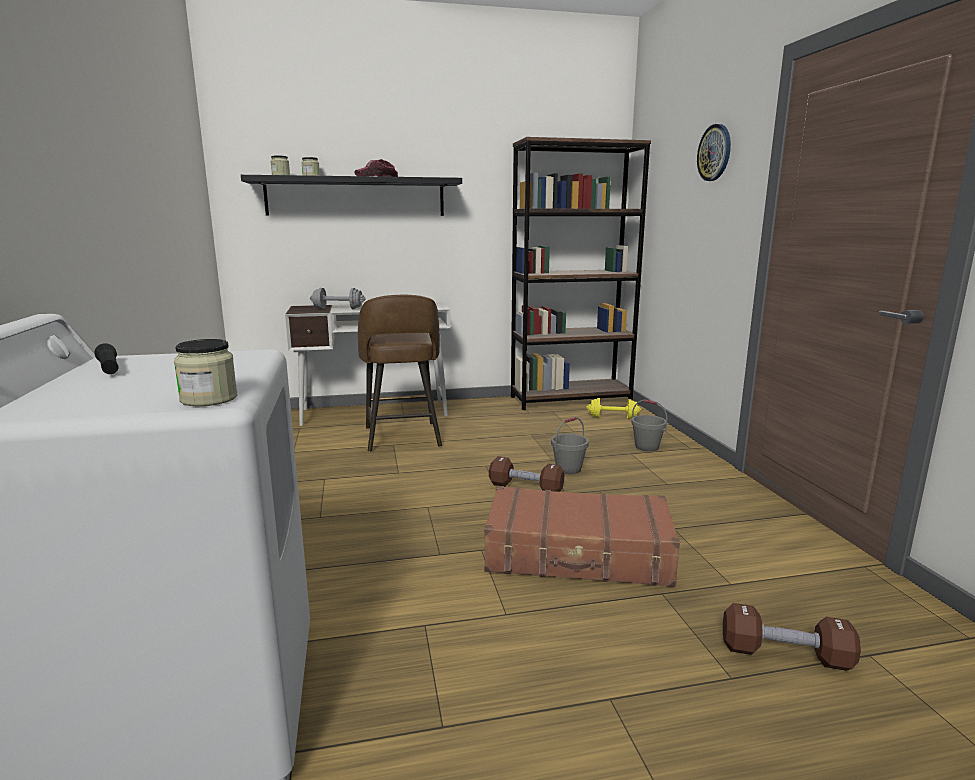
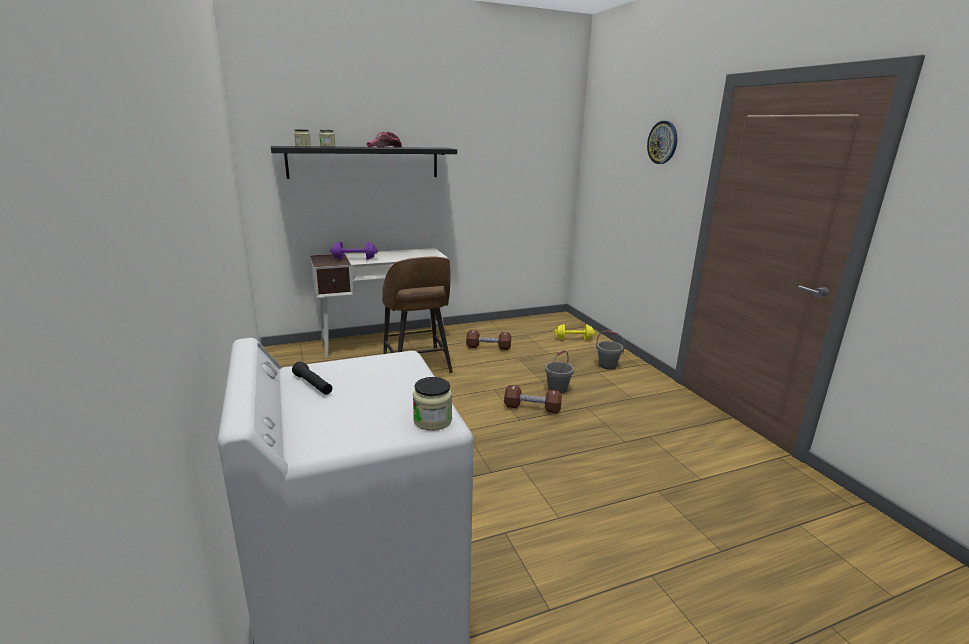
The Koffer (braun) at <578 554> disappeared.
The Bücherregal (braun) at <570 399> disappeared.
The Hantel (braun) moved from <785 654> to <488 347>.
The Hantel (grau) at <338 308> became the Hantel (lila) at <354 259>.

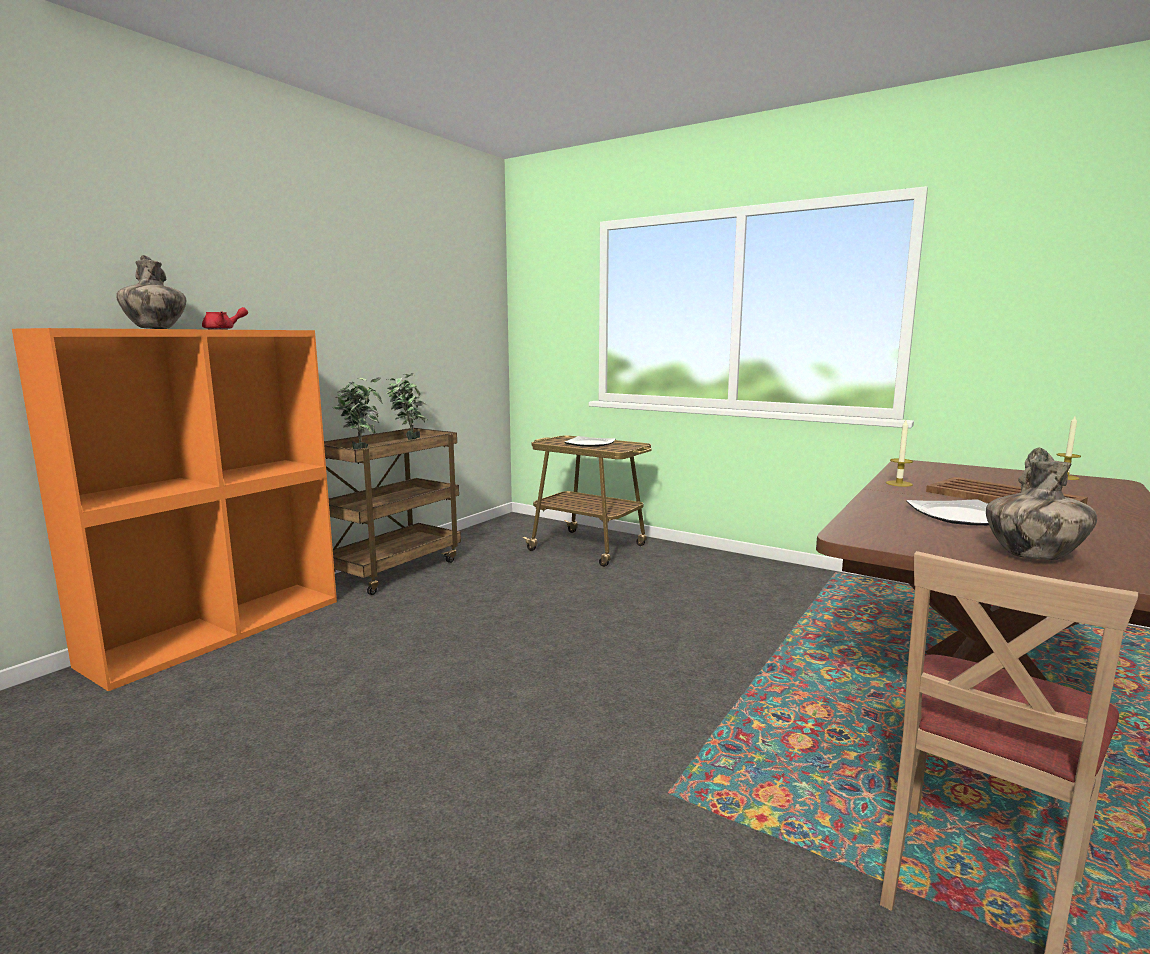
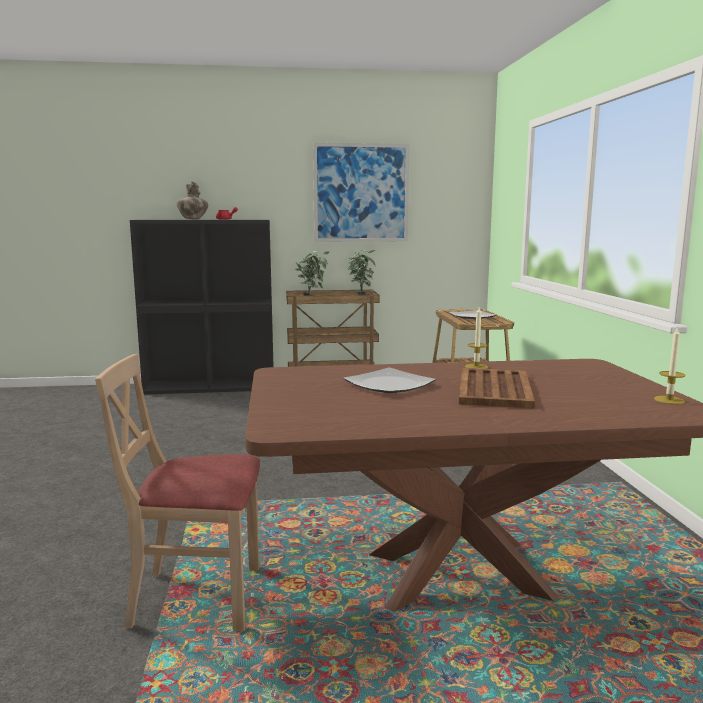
The Vase at <1032 557> disappeared.
The Bild at <361 193> appeared.
The Bücherregal (orange) at <219 630> became the Bücherregal (schwarz) at <211 386>.

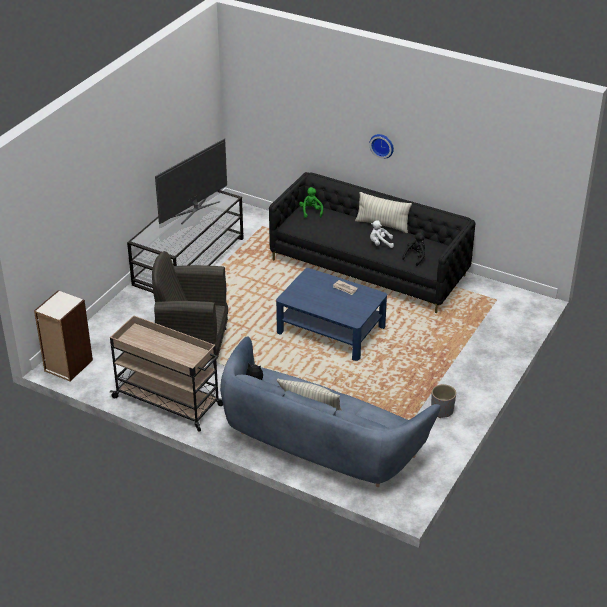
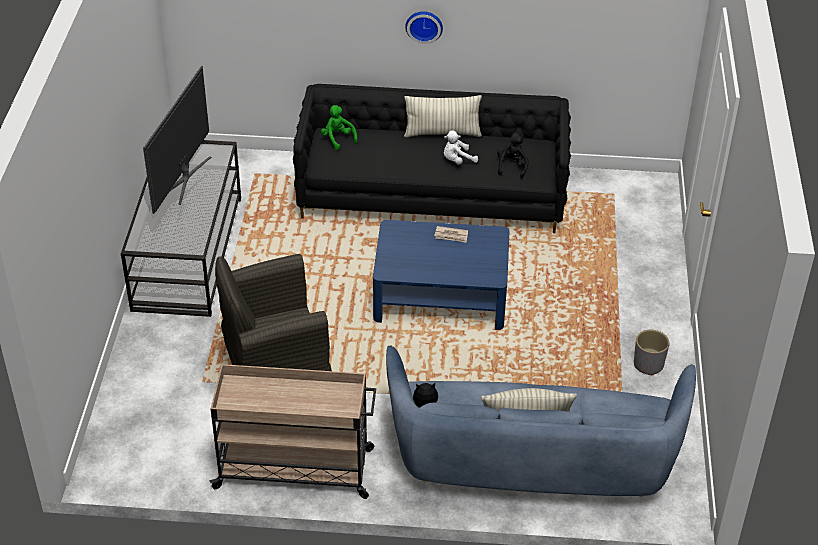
The Bücherregal at <68 366> disappeared.

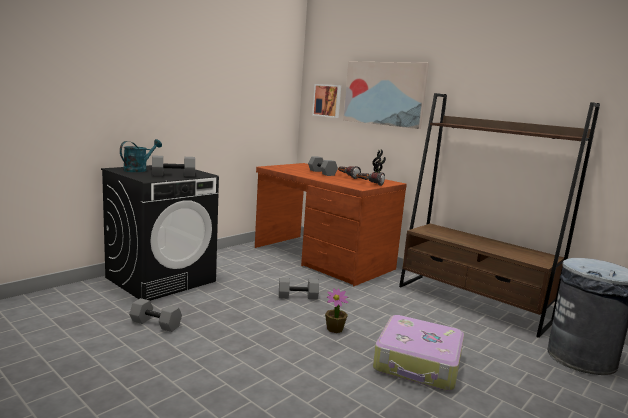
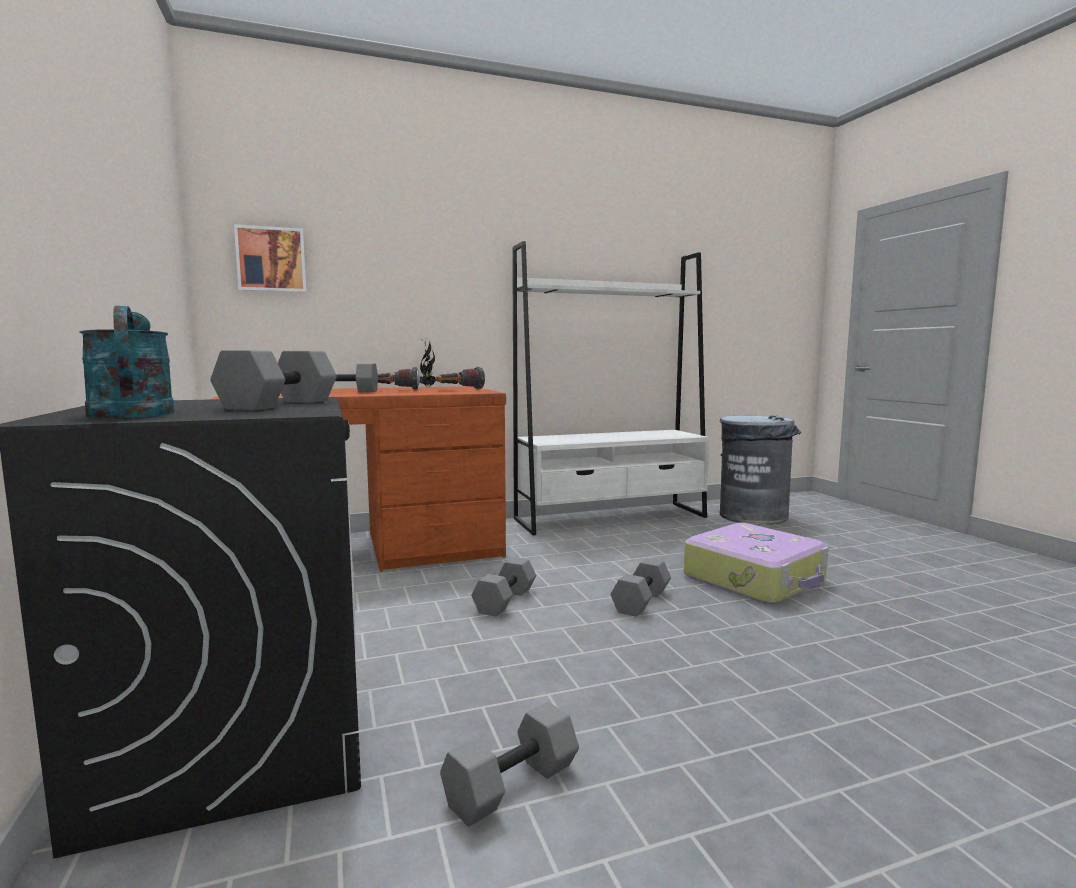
The Bild at <384 93> disappeared.
The Topfpflanze at <335 329> was replaced by the Hantel (grau) at <640 601>.
The Bücherregal (braun) at <472 303> became the Bücherregal (weiß) at <611 518>.

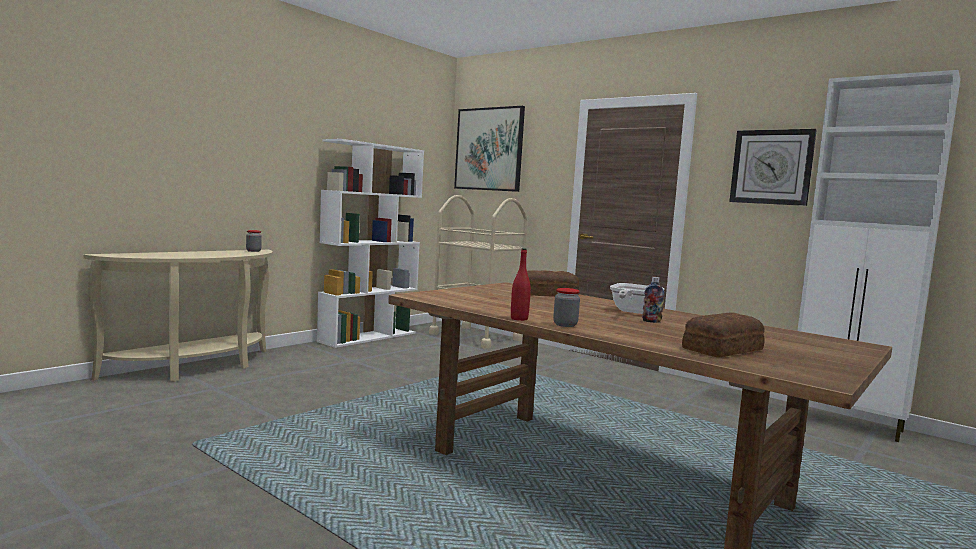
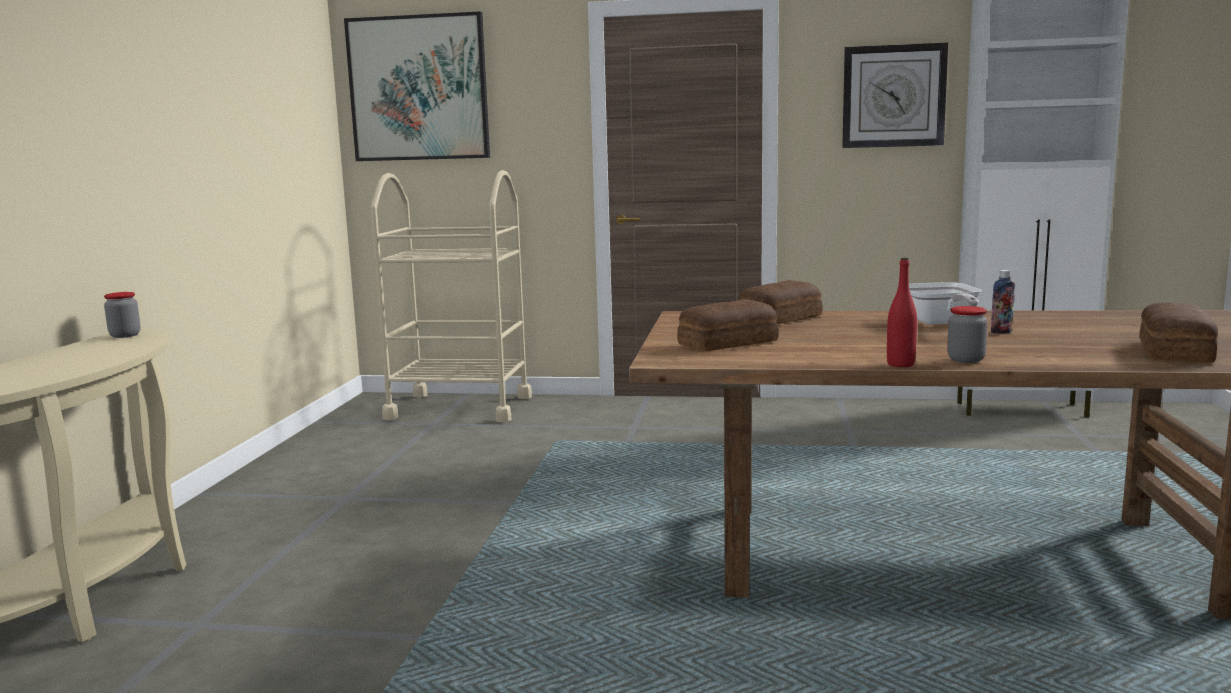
The Bücherregal (weiß) at <368 337> disappeared.
The Brot at <725 343> appeared.

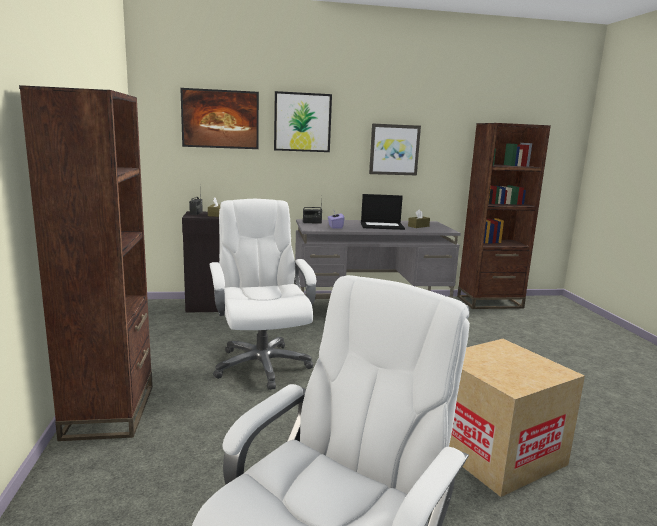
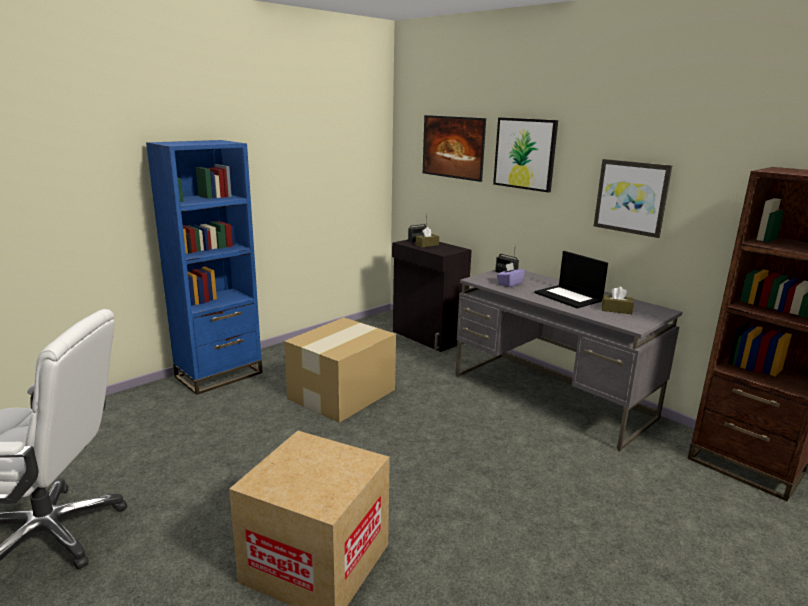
The Bürostuhl (weiß) at <261 365> was replaced by the Karton at <343 393>.
The Bücherregal (braun) at <110 411> became the Bücherregal (blau) at <219 375>.

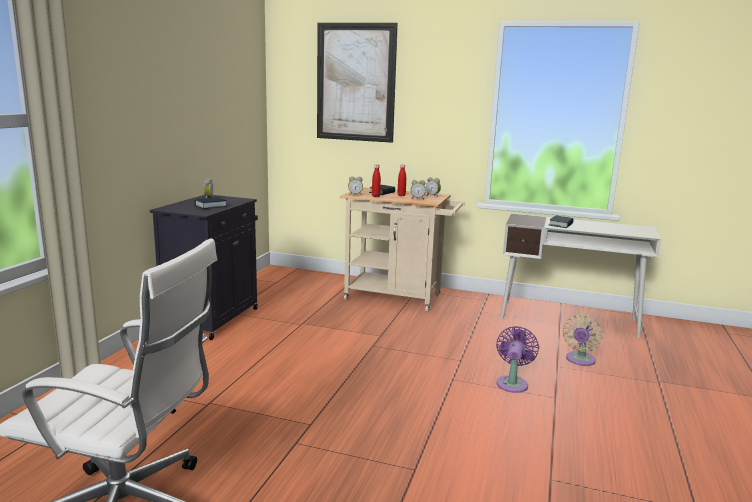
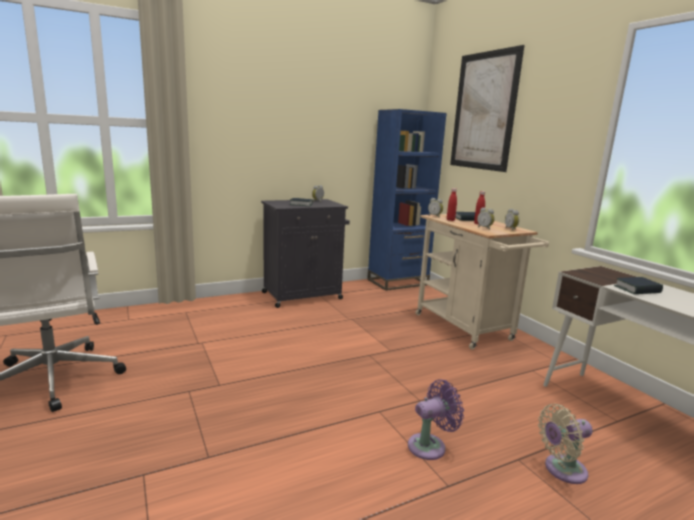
The Bücherregal (blau) at <398 282> appeared.

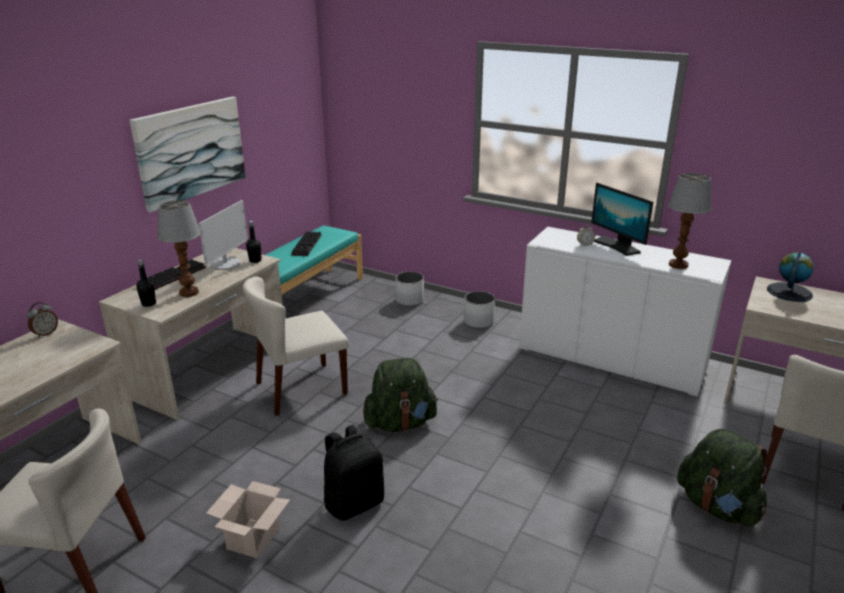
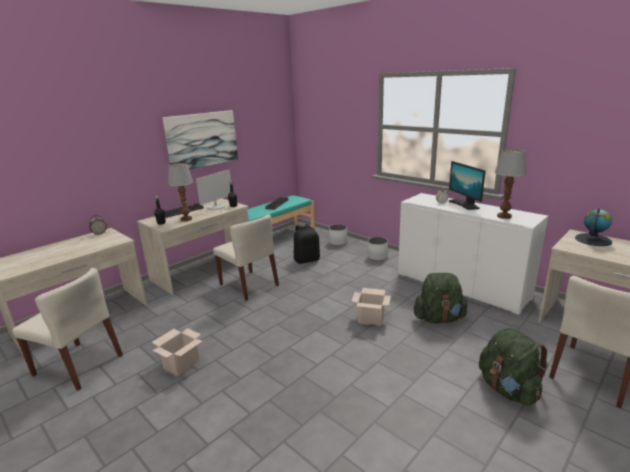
The Karton at <371 318> appeared.
The Rucksack (schwarz) moved from <354 502> to <307 260>.
The Rucksack (grün) moved from <400 423> to <439 318>.
The Stuhl (beige) at <300 388> turned 120 degrees counterclockwise.

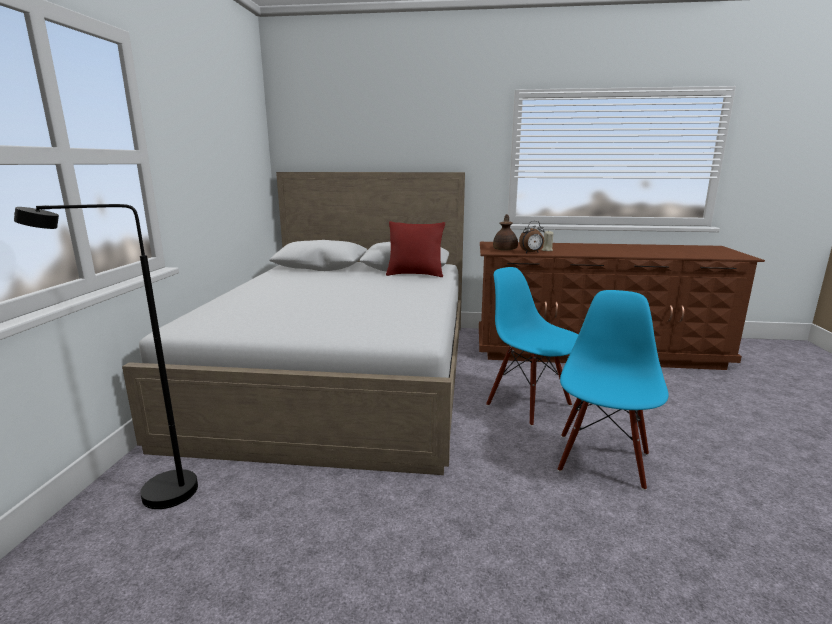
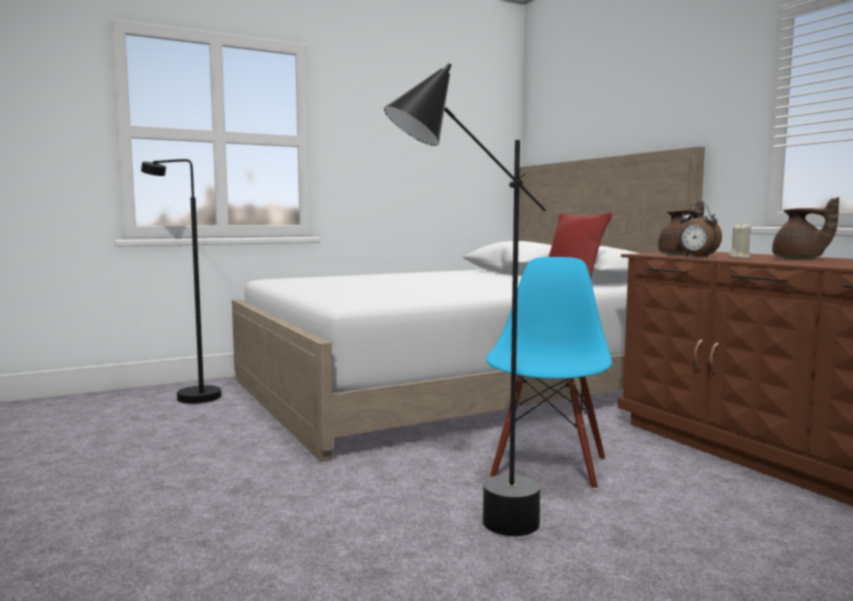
The Teekanne (braun) at <799 259> appeared.
The Stuhl (blau) at <601 460> was replaced by the Stehlampe (schwarz) at <467 530>.

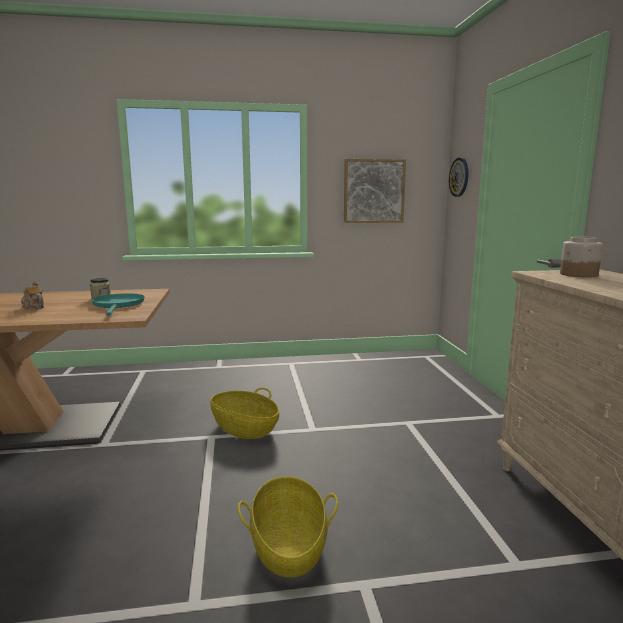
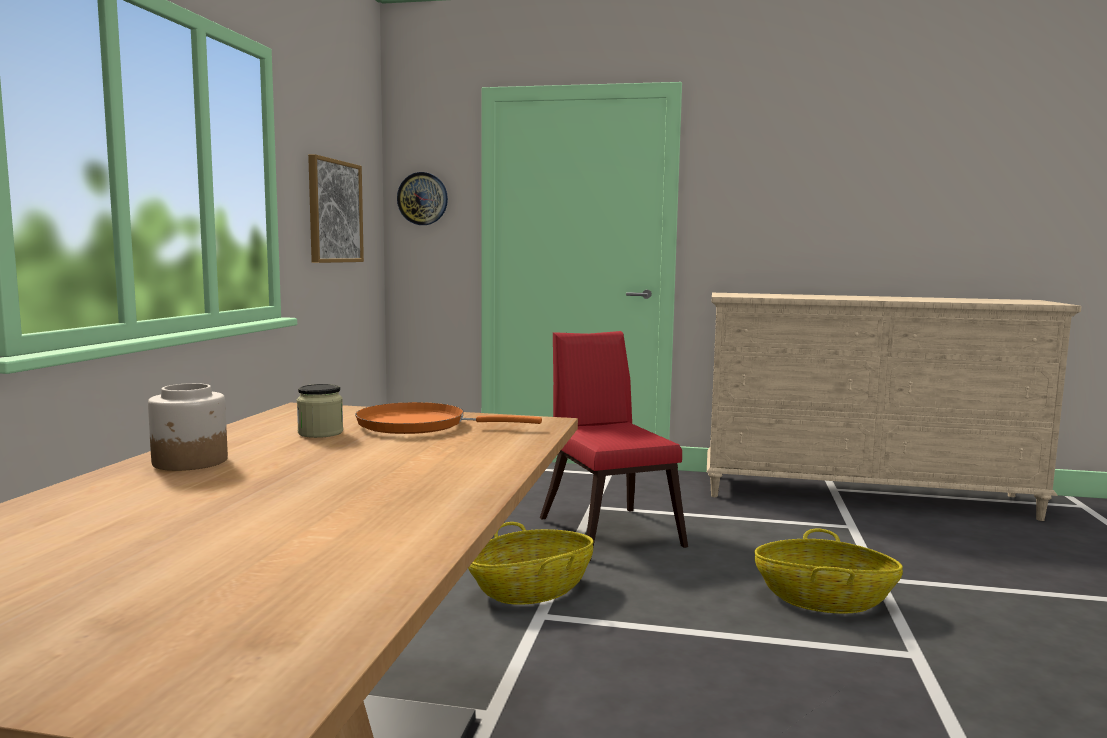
The Teekanne at <33 307> disappeared.
The Stuhl (rot) at <608 529> appeared.
The Vorratsglas moved from <578 275> to <190 462>.
The Pfanne (türkis) at <118 305> became the Pfanne (orange) at <419 425>.

